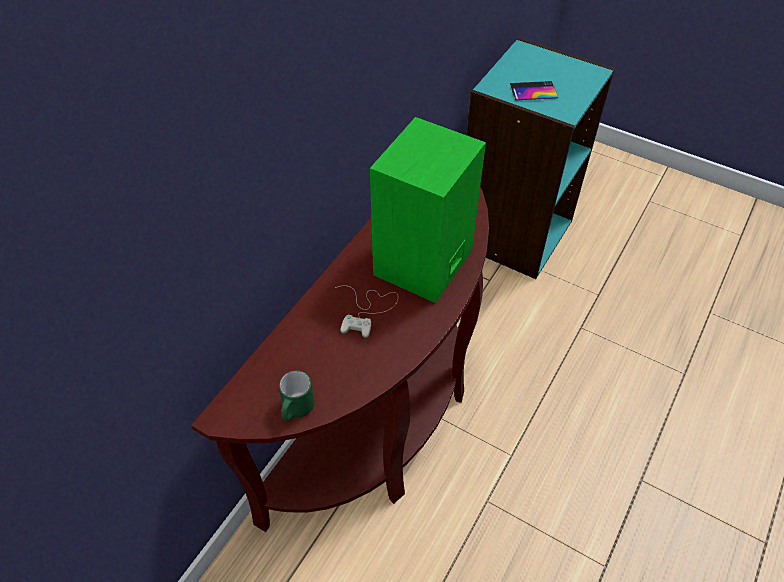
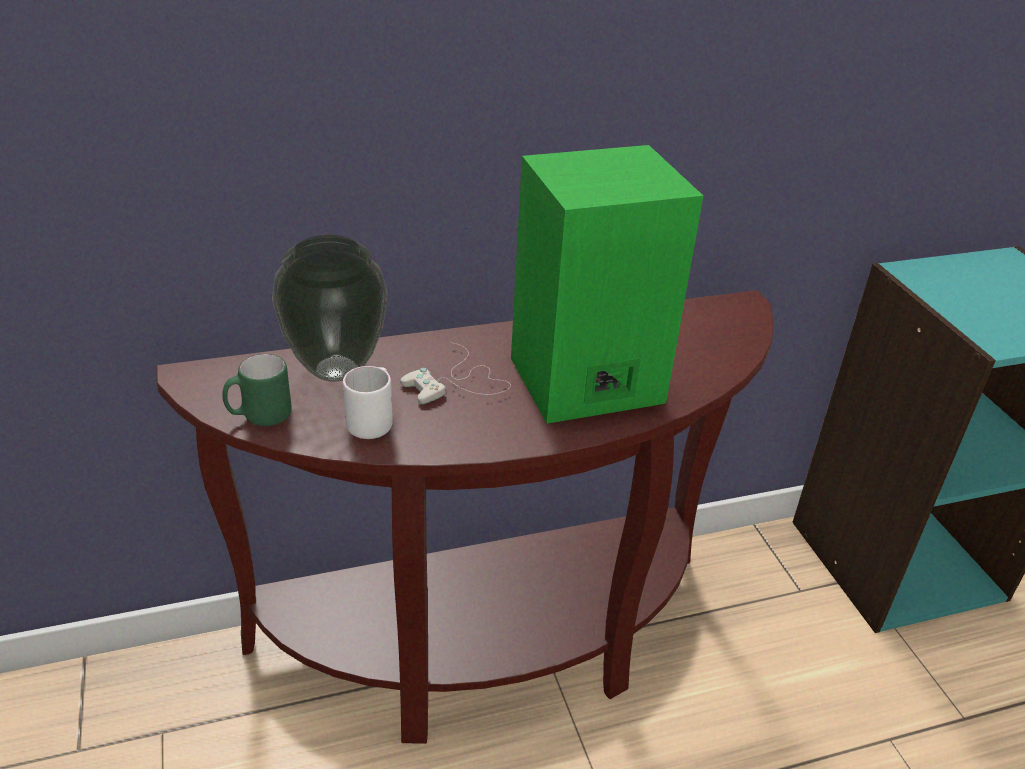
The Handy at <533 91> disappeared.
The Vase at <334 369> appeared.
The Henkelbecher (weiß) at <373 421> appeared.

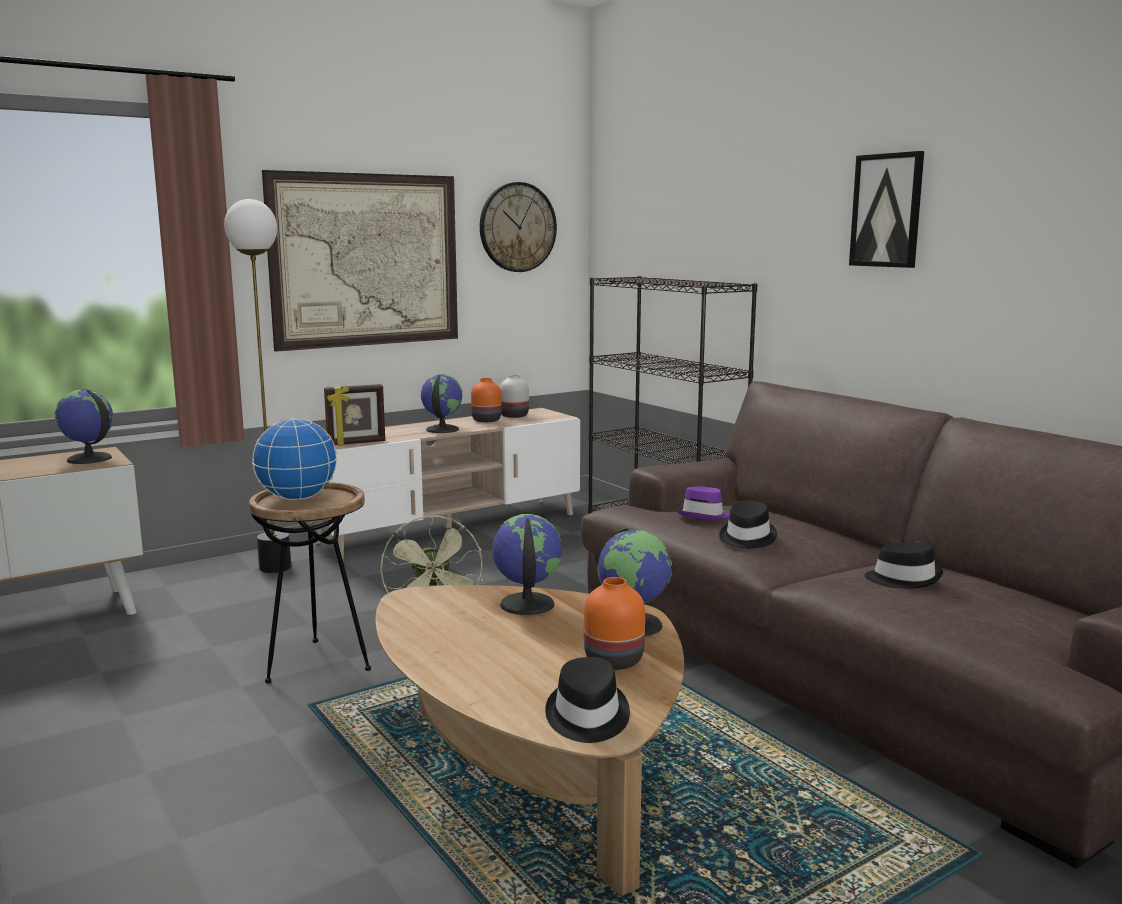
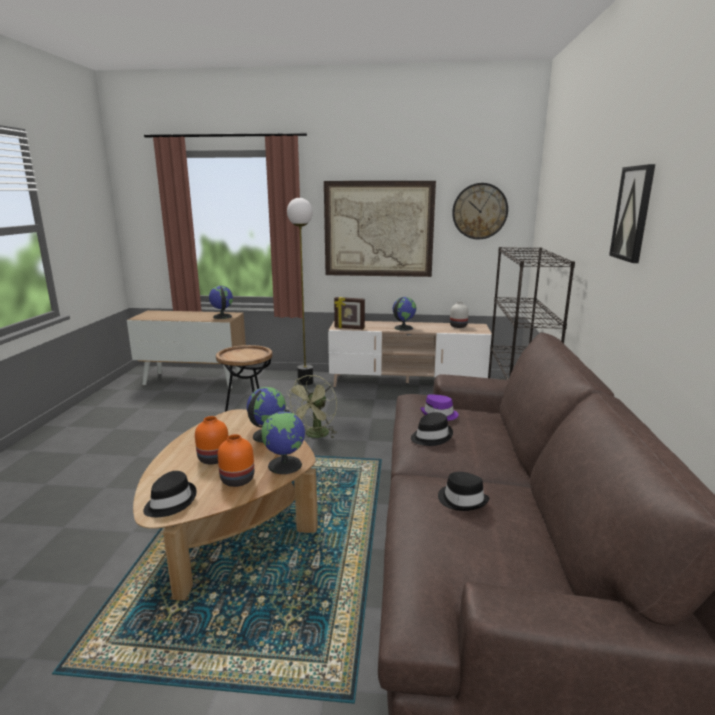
The Globus at <297 499> disappeared.
The Vase (orange) moved from <485 420> to <213 458>.

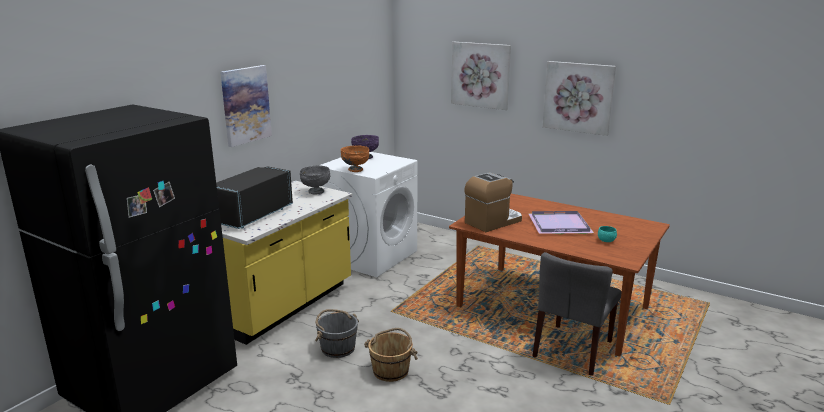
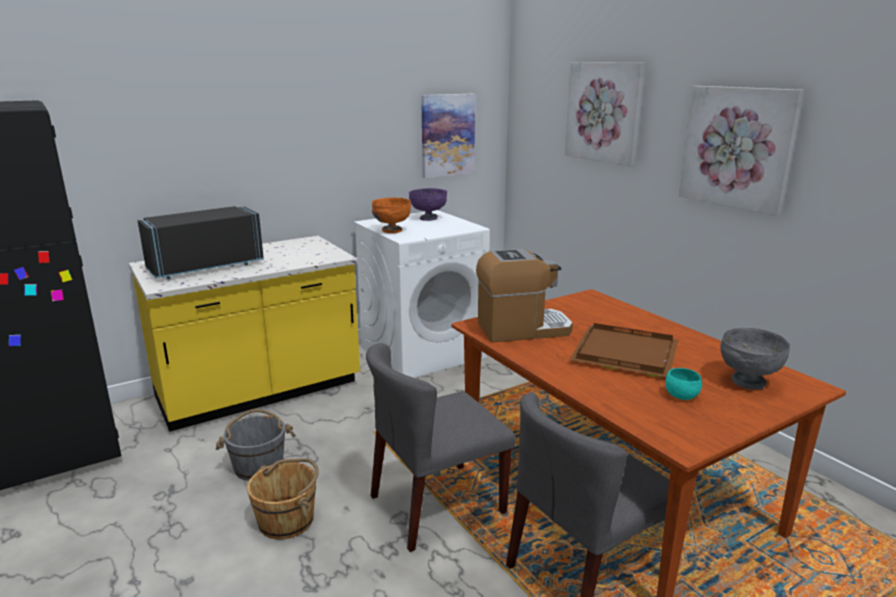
The Stuhl (grau) at <436 505> appeared.
The Bild moved from <245 105> to <447 135>.
The Schüssel (grau) moved from <315 192> to <747 382>.
The Tablett (lila) at <561 225> became the Tablett (braun) at <626 354>.

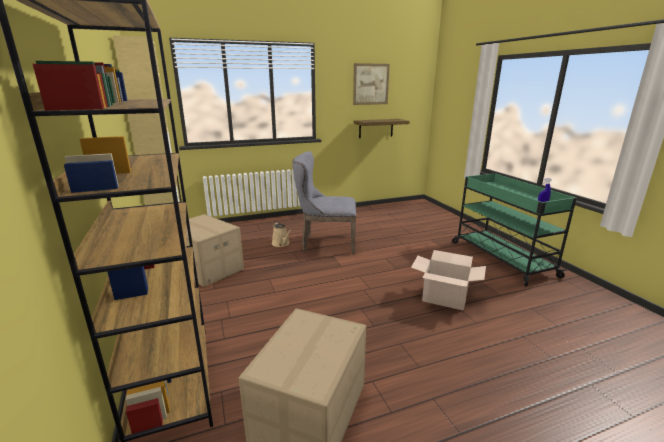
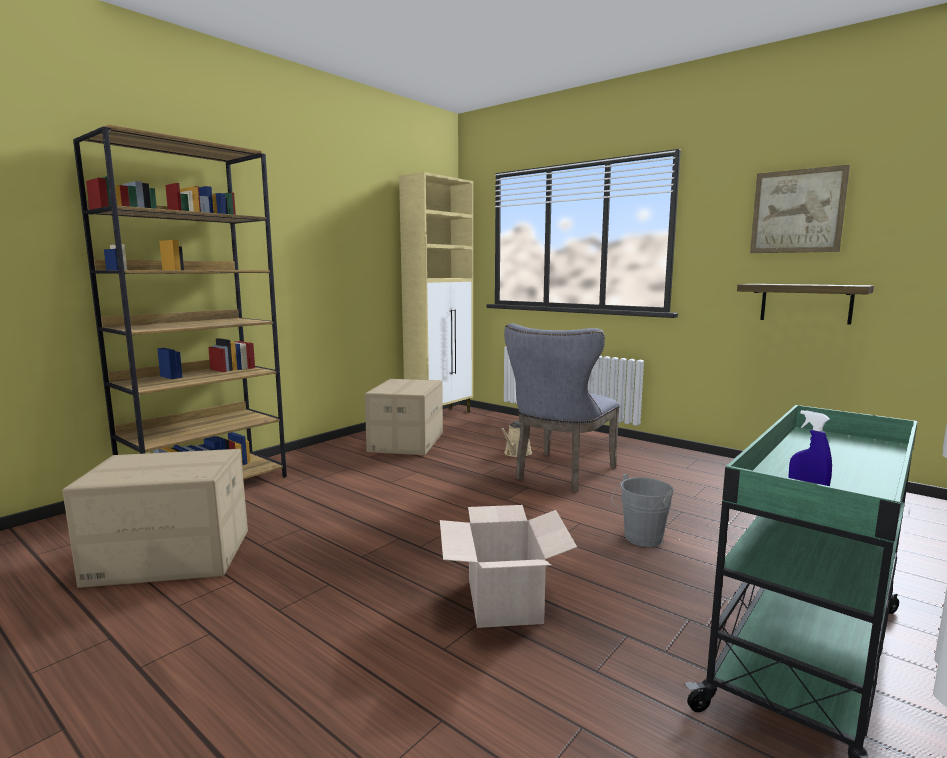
The Eimer (grau) at <640 539> appeared.
The Stuhl (grau) at <325 243> turned 120 degrees counterclockwise.

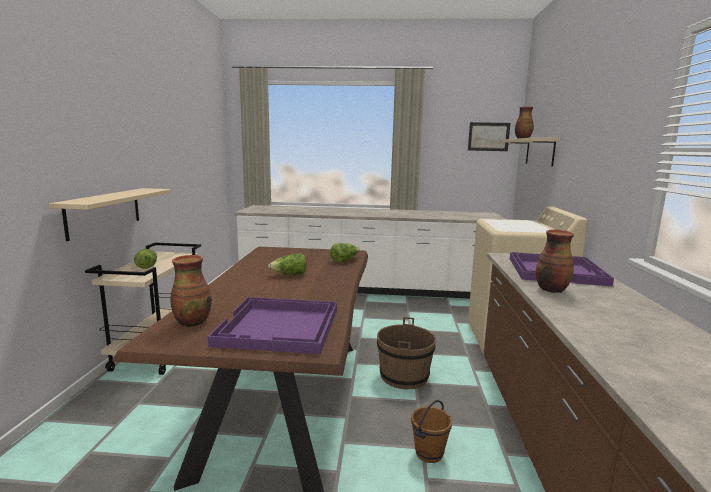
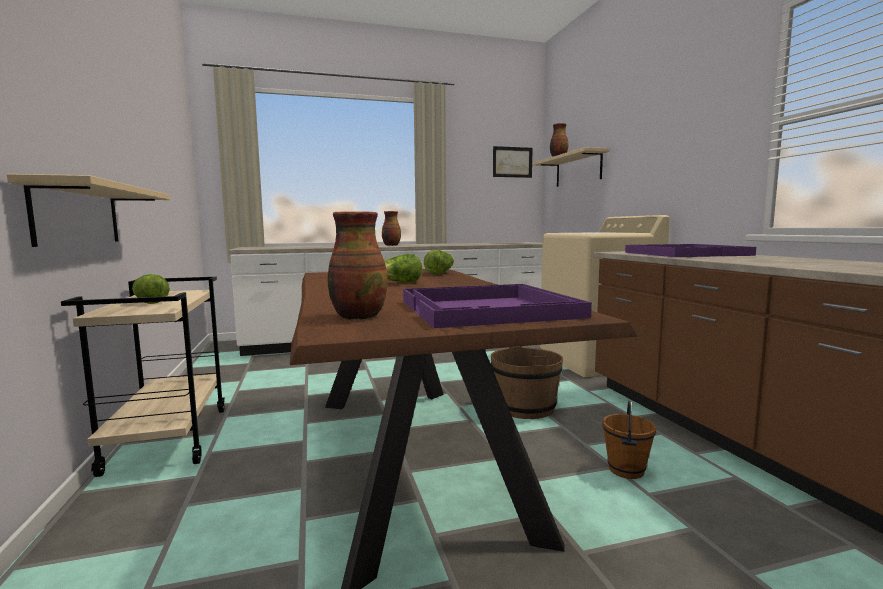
The Vase moved from <550 289> to <391 245>.

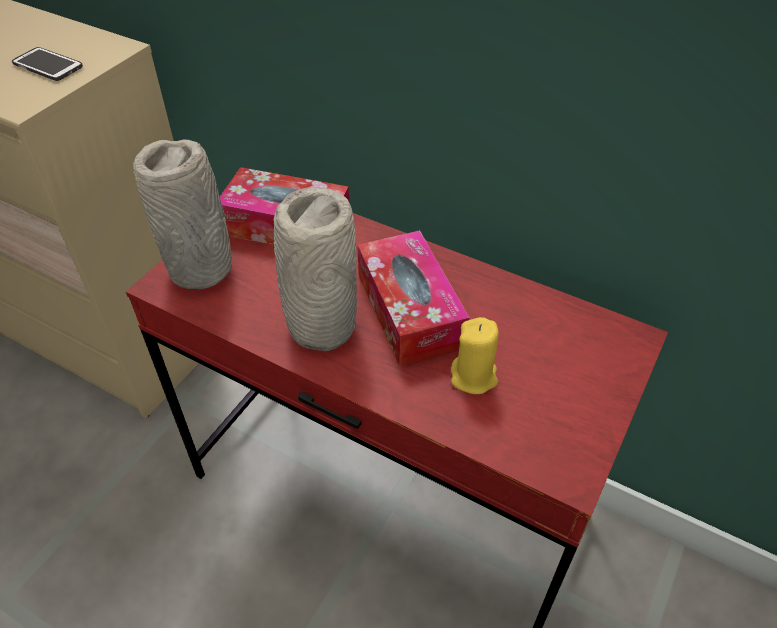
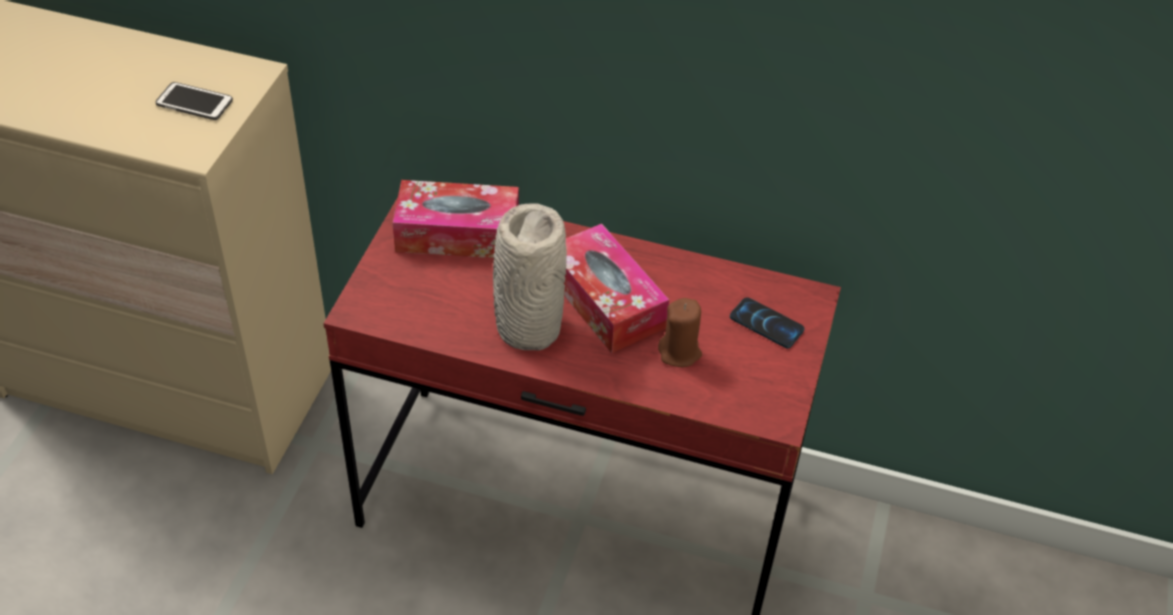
The Vase (grau) at <202 268> disappeared.
The Handy at <766 324> appeared.
The Kerze (gelb) at <474 377> became the Kerze (braun) at <680 352>.

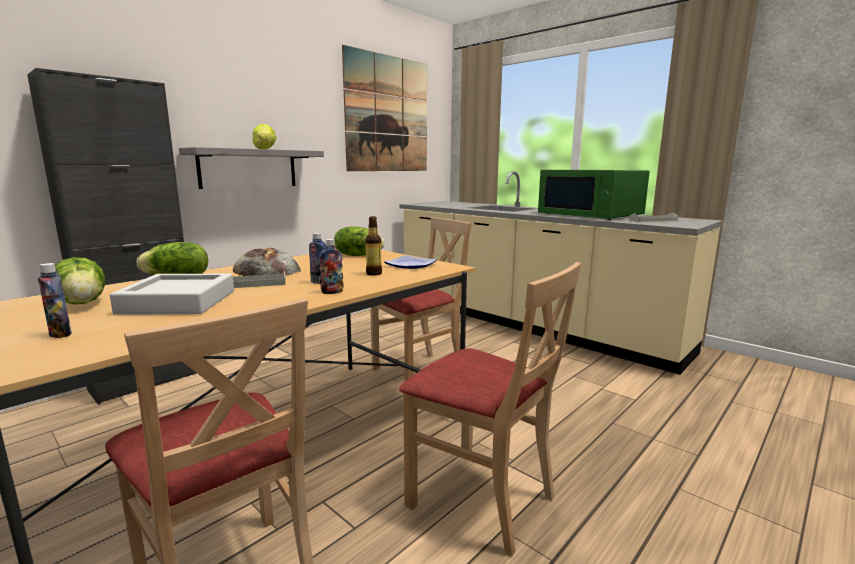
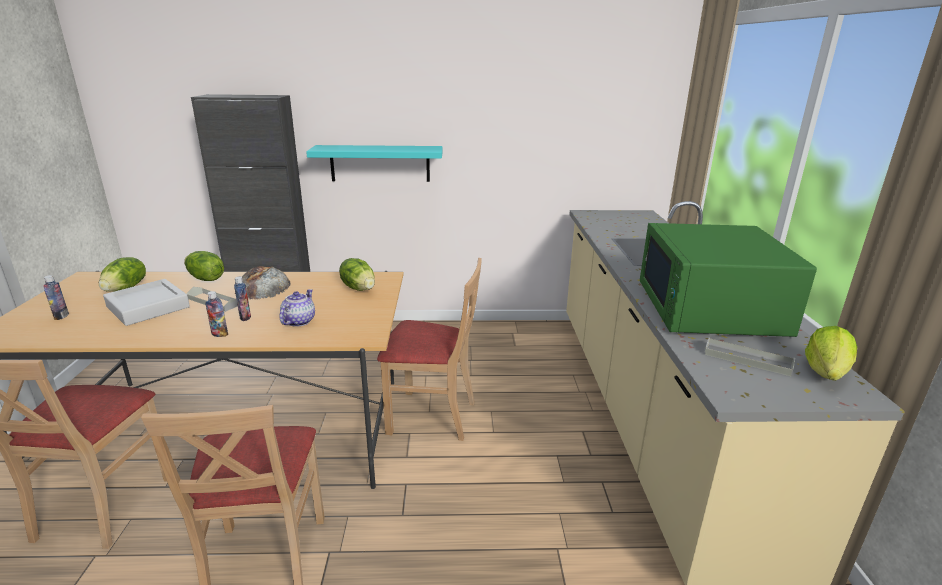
The Bild at <388 114> disappeared.
The Teller at <412 265> disappeared.
The Salatkopf moved from <265 149> to <826 373>.
The Flasche at <374 273> was replaced by the Teekanne at <298 321>.
The Wandregal (grau) at <248 168> became the Wandregal (türkis) at <380 163>.

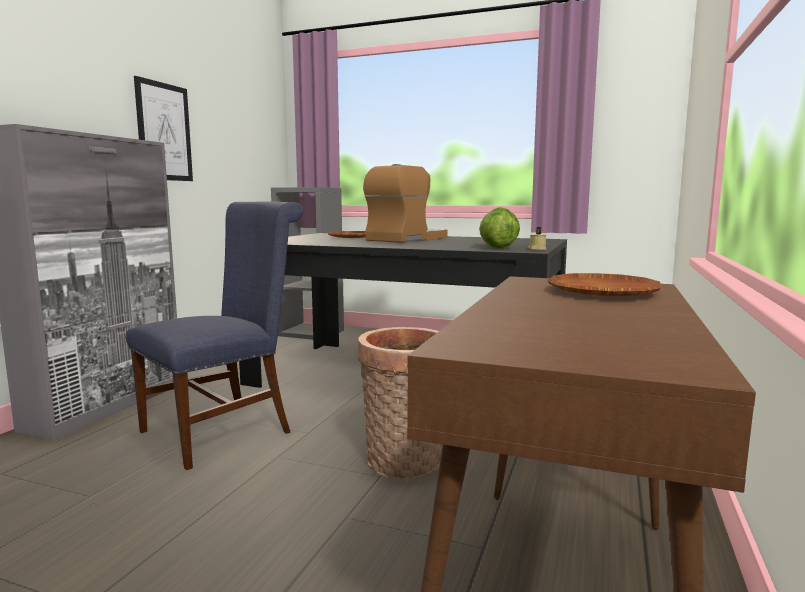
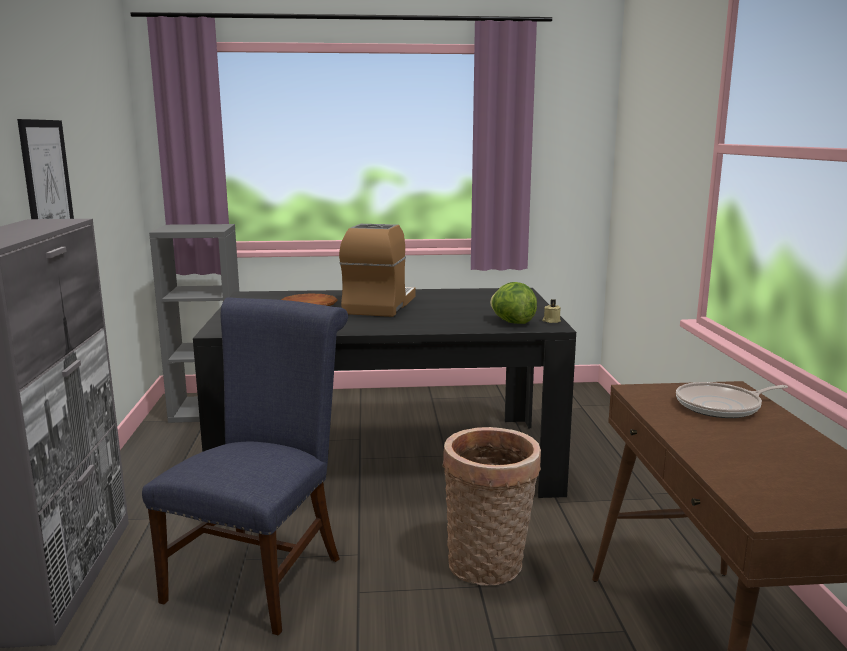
The Teller (braun) at <602 292> was replaced by the Pfanne at <722 406>.

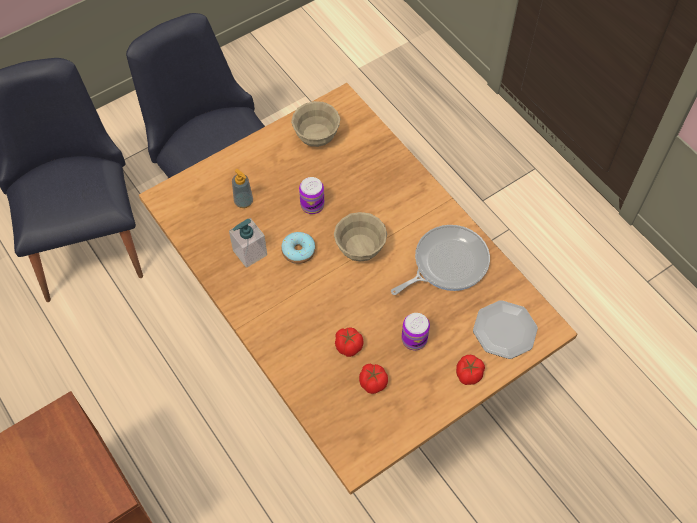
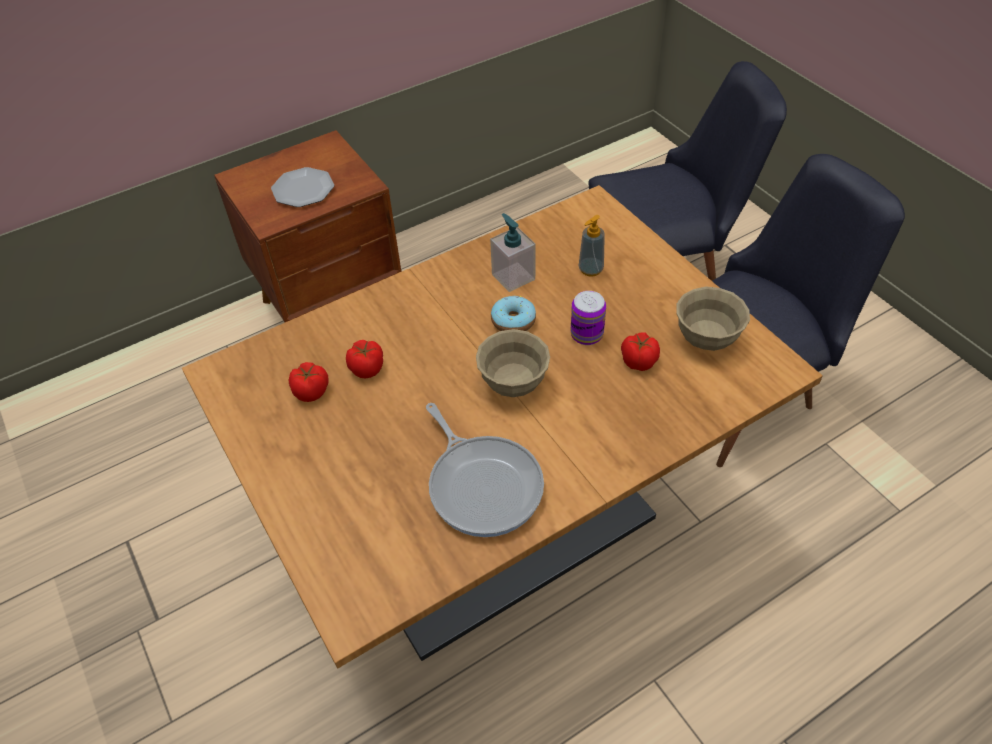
The Dose at <414 339> disappeared.
The Tomate moved from <468 375> to <638 361>.
The Teller moved from <505 331> to <302 190>.

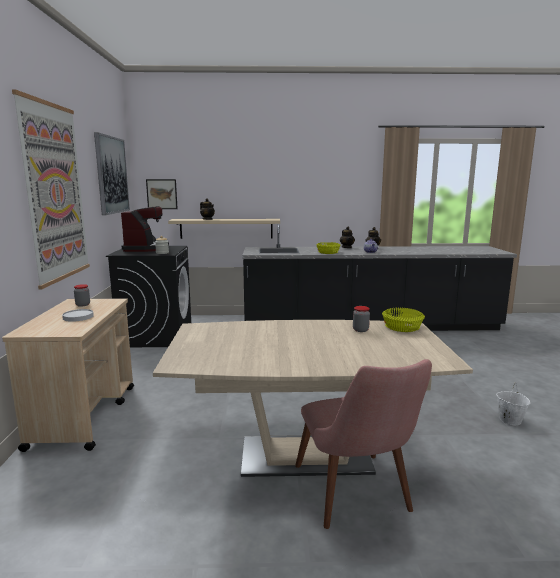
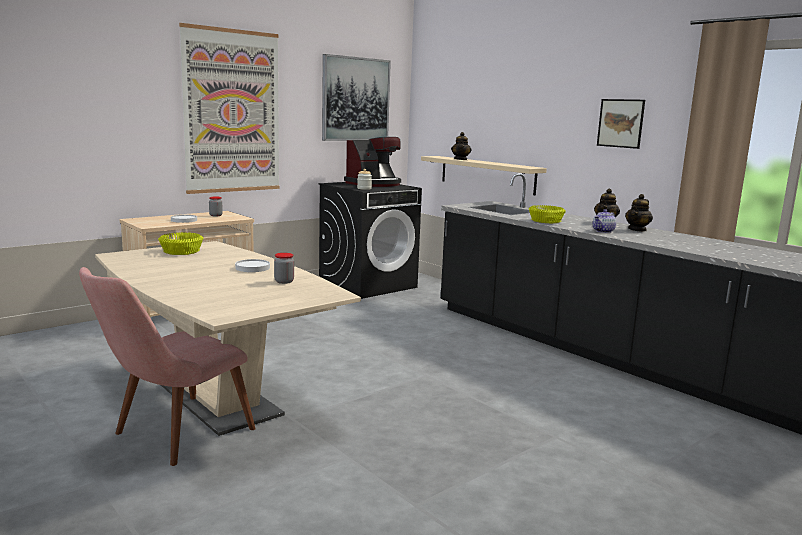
The Eimer (weiß) at <509 420> disappeared.
The Teller (weiß) at <252 268> appeared.
The Bild moved from <162 194> to <620 123>.
The Schüssel (gelb) moved from <401 327> to <181 251>.

